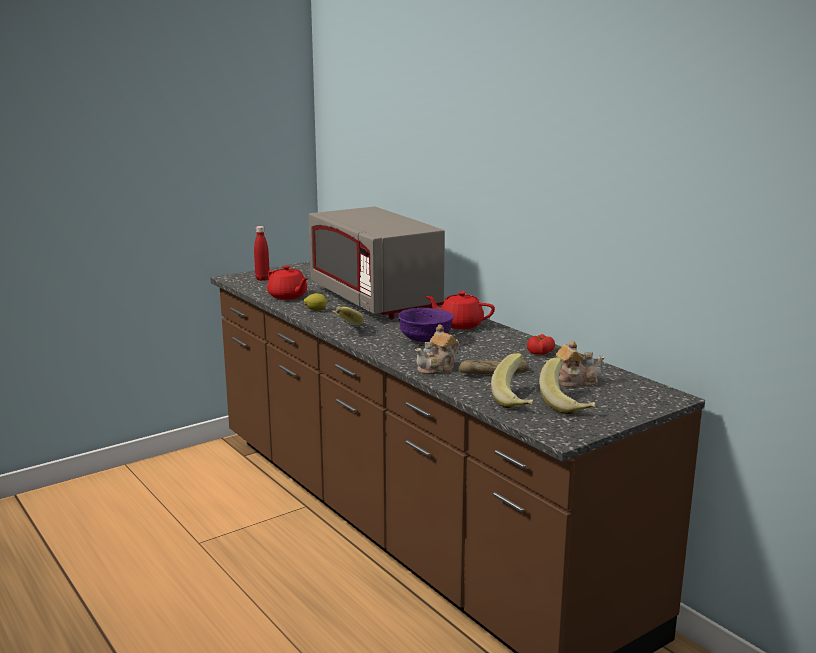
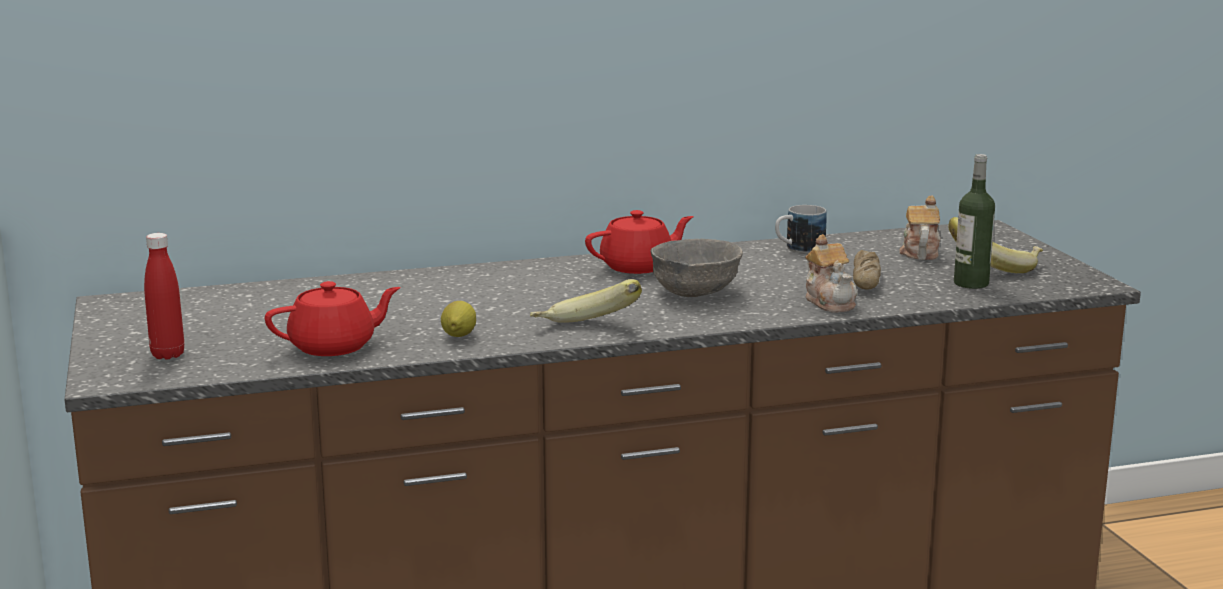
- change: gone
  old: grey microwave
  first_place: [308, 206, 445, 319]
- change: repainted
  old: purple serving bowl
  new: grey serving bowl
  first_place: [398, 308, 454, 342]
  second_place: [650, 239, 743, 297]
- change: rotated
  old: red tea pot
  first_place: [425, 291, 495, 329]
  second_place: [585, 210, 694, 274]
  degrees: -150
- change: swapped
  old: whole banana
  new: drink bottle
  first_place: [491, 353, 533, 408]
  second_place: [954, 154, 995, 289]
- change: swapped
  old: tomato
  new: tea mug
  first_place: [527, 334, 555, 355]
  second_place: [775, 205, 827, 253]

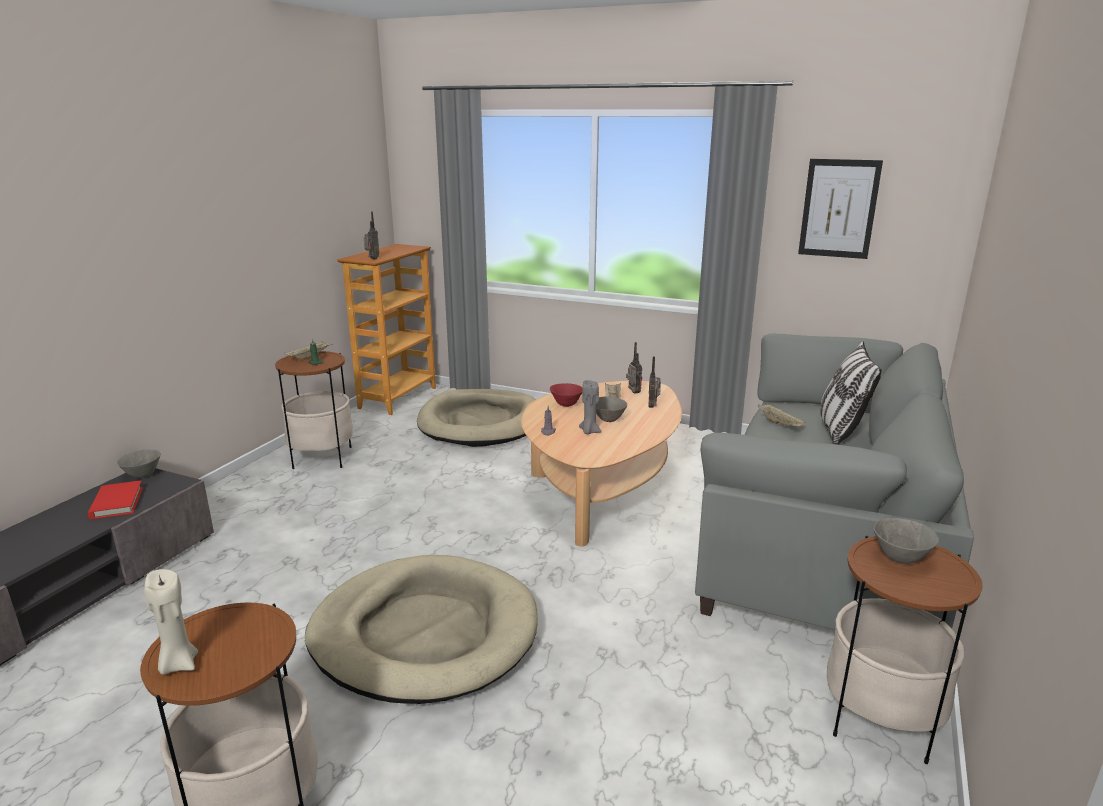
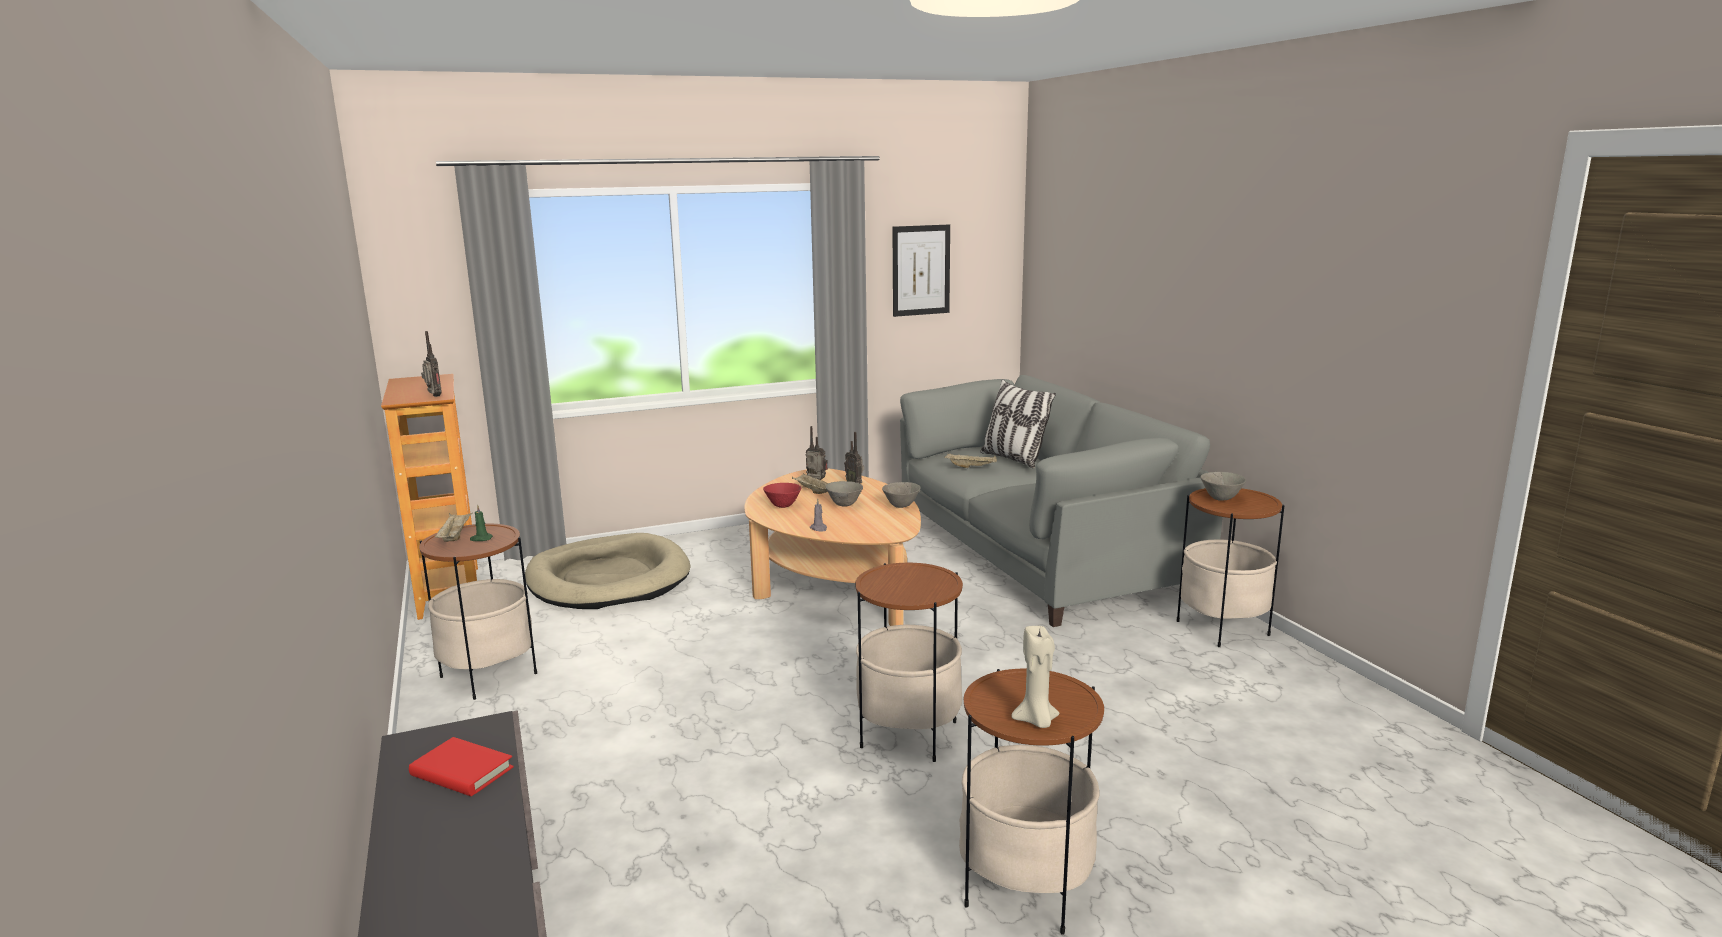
- change: shifted
  old: grey serving bowl
  first_place: [117, 450, 161, 478]
  second_place: [882, 482, 921, 508]
- change: swapped
  old: beige-coloured dog bed
  new: accent table
  first_place: [305, 555, 538, 704]
  second_place: [855, 563, 963, 762]
- change: gone
  old: grey wax light
  first_place: [579, 380, 602, 434]

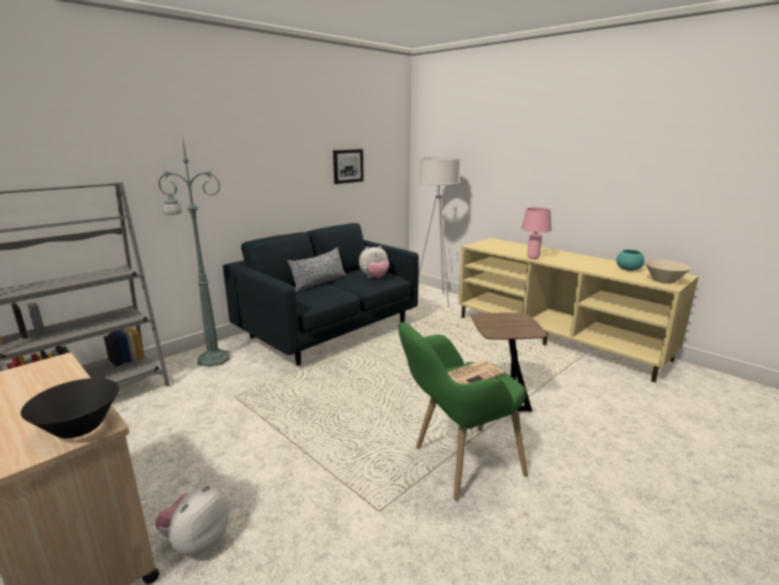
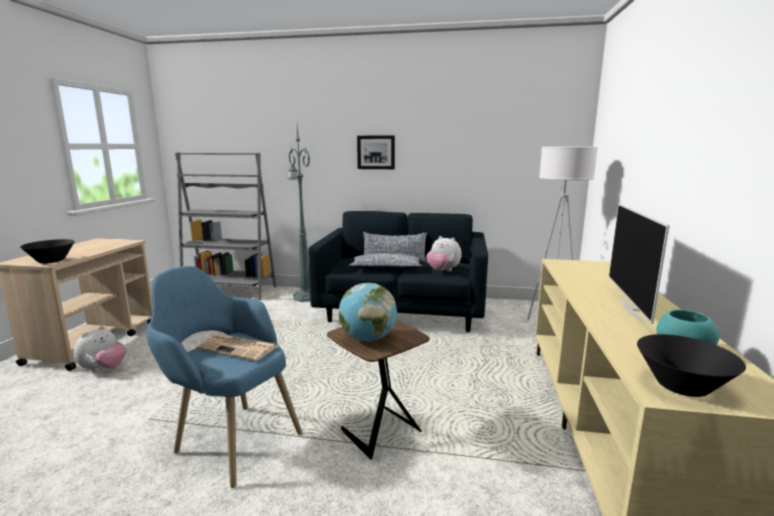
- change: rotated
  old: soft toy
  first_place: [155, 485, 229, 556]
  second_place: [74, 326, 126, 372]
  degrees: 120
- change: shifted
  old: wall picture
  first_place: [333, 149, 364, 184]
  second_place: [357, 136, 395, 169]
- change: repainted
  old: green easy chair
  new: blue easy chair
  first_place: [398, 322, 528, 501]
  second_place: [146, 266, 302, 488]
- change: gone
  old: pinkish lamp for a table
  first_place: [521, 207, 552, 259]
- change: repainted
  old: beige-coloured serving bowl
  new: blackish serving bowl
  first_place: [645, 260, 691, 284]
  second_place: [637, 334, 746, 397]
- change: new
  new: desk globe
  second_place: [339, 283, 397, 341]
- change: new
  new: pillow
  second_place: [349, 253, 423, 271]
- change: new
  new: television
  second_place: [609, 203, 670, 324]

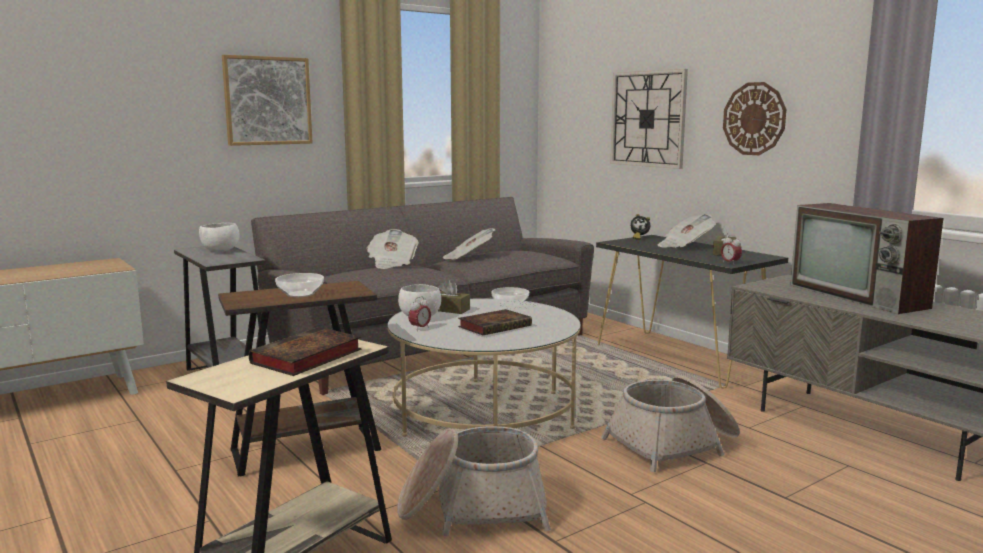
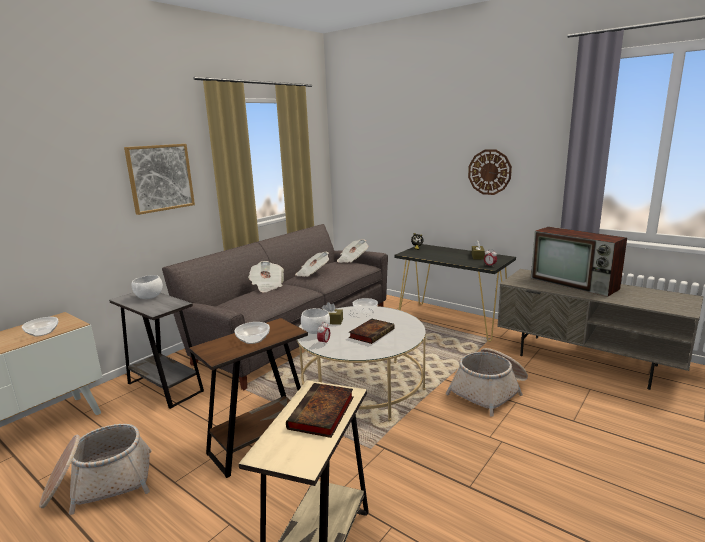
- change: shifted
  old: storage basket
  first_place: [397, 426, 551, 536]
  second_place: [39, 424, 152, 515]
- change: gone
  old: wall clock
  first_place: [610, 69, 688, 169]
- change: shifted
  old: printed paper
  first_place: [658, 214, 715, 248]
  second_place: [337, 239, 368, 263]
- change: new
  new: serving bowl
  second_place: [22, 317, 58, 336]

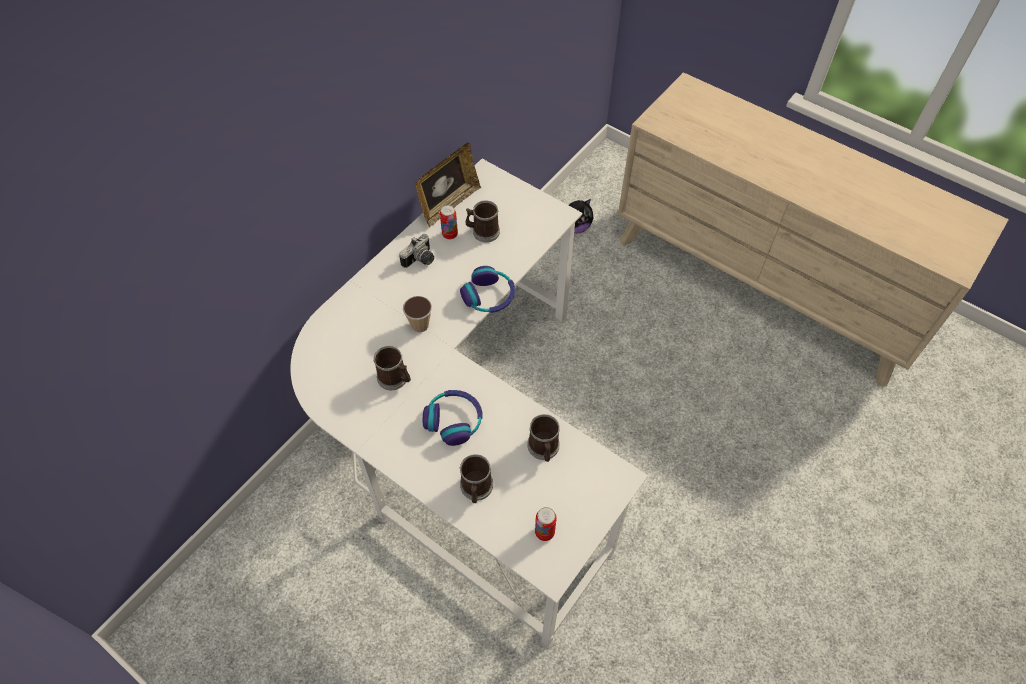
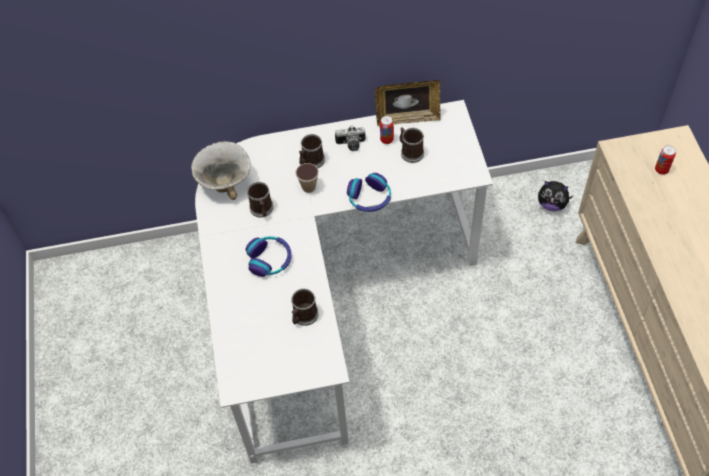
- change: shifted
  old: tea mug
  first_place: [459, 454, 493, 503]
  second_place: [299, 134, 325, 168]
- change: shifted
  old: sealed can
  first_place: [535, 507, 557, 541]
  second_place: [655, 145, 676, 175]
- change: new
  new: serving bowl
  second_place: [191, 141, 251, 200]

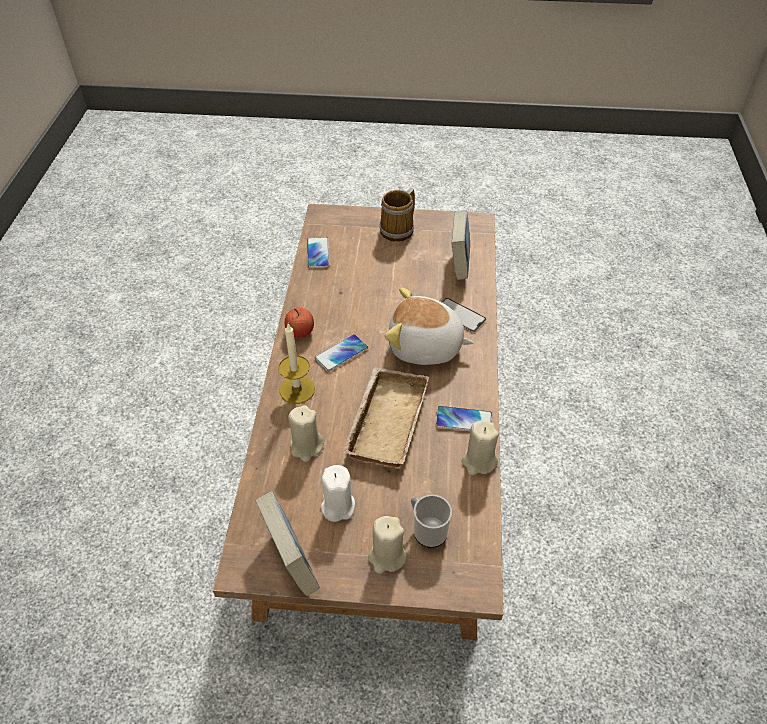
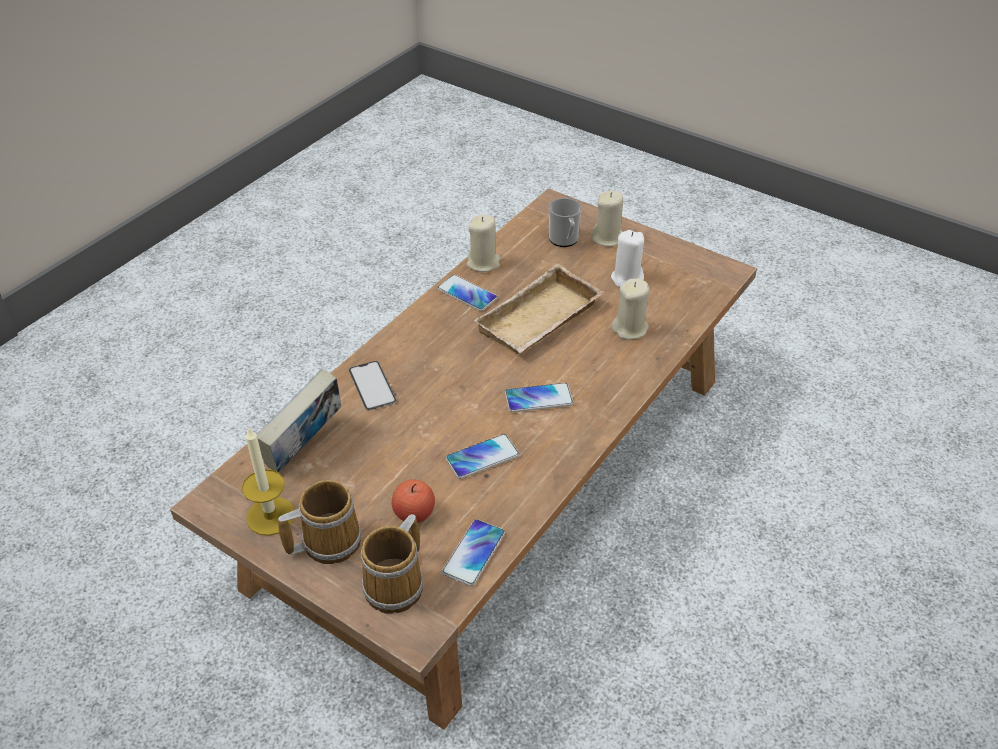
- change: gone
  old: bound book
  first_place: [256, 492, 320, 596]
- change: shifted
  old: wax light
  first_place: [278, 324, 315, 404]
  second_place: [242, 428, 294, 536]
- change: shifted
  old: apple fruit
  first_place: [285, 308, 314, 338]
  second_place: [392, 479, 435, 523]
- change: gone
  old: soft toy
  first_place: [385, 287, 474, 365]
- change: new
  new: tea mug
  second_place: [361, 514, 423, 614]
- change: new
  new: phone
  second_place: [446, 434, 519, 479]

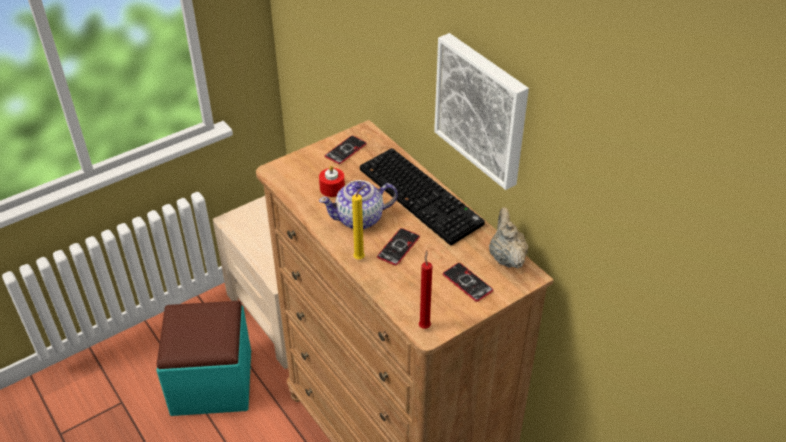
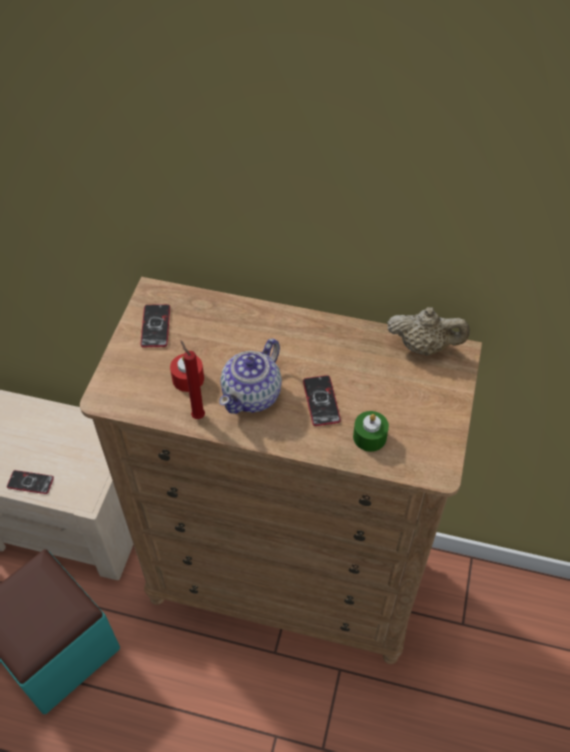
- change: gone
  old: yellow wax light
  first_place: [352, 185, 365, 259]
- change: gone
  old: computer keyboard
  first_place: [360, 148, 485, 246]
- change: shifted
  old: red wax light
  first_place: [419, 250, 432, 329]
  second_place: [180, 340, 205, 419]
- change: gone
  old: wall picture
  first_place: [434, 33, 529, 190]
- change: shifted
  old: phone
  first_place: [443, 263, 493, 302]
  second_place: [7, 470, 54, 494]
- change: rotated
  old: beige-coloured tea pot
  first_place: [489, 207, 529, 268]
  second_place: [387, 307, 470, 356]
  degrees: 150
- change: new
  new: green wax light
  second_place: [353, 411, 389, 452]

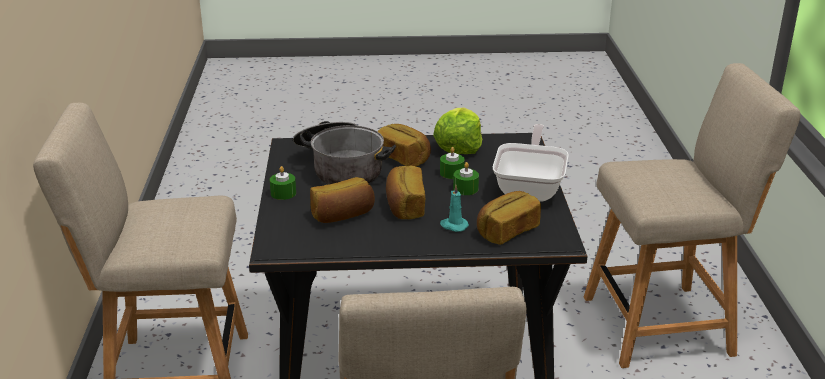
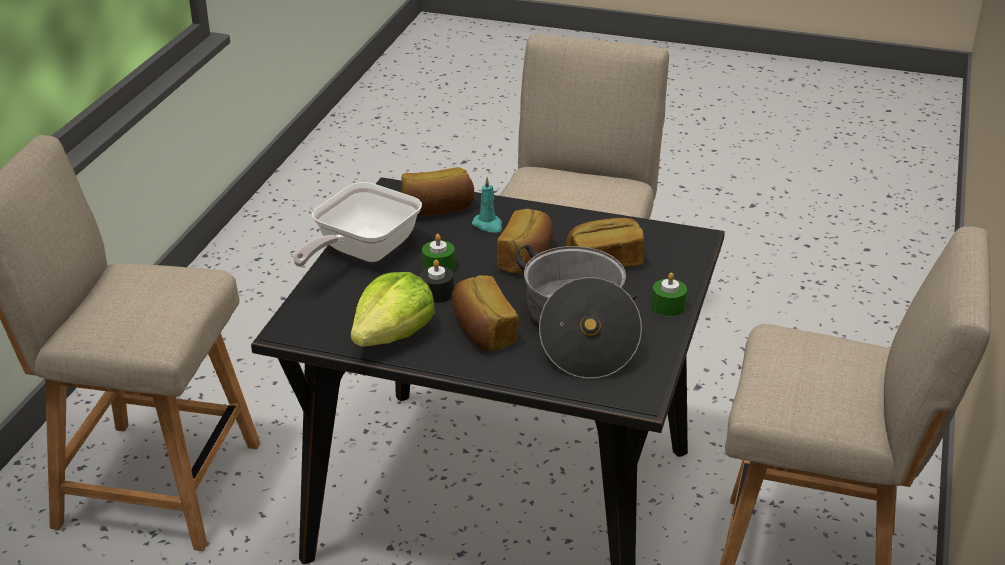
- change: repainted
  old: green wax light
  new: blackish wax light
  first_place: [440, 147, 465, 179]
  second_place: [420, 259, 454, 303]

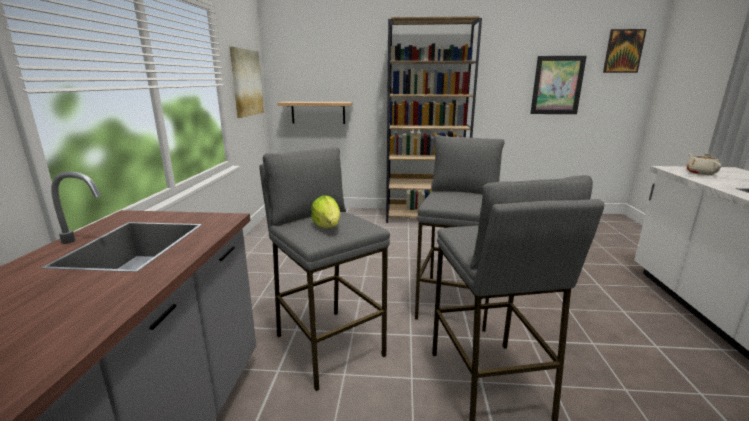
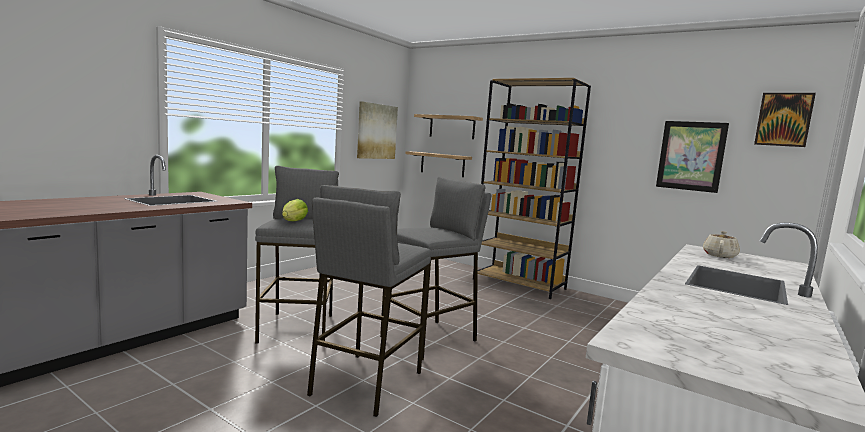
- change: new
  new: shelf
  second_place: [414, 114, 483, 139]

